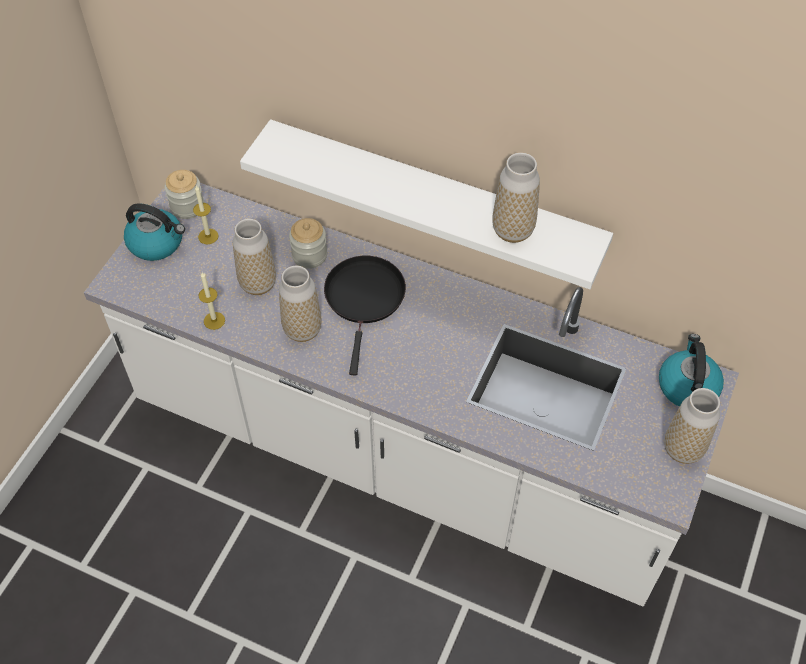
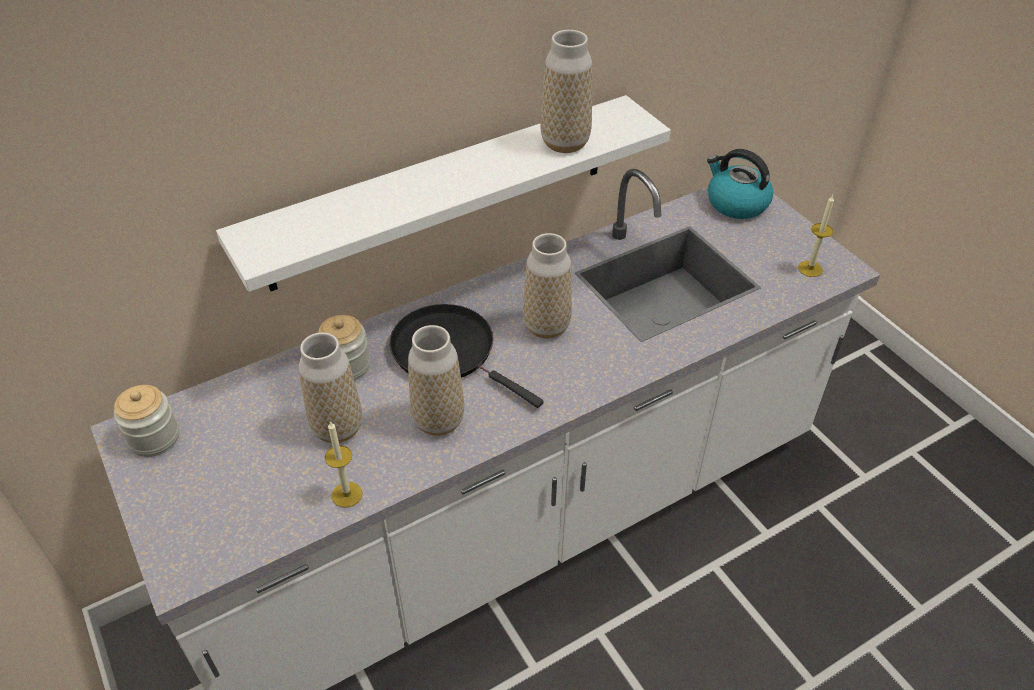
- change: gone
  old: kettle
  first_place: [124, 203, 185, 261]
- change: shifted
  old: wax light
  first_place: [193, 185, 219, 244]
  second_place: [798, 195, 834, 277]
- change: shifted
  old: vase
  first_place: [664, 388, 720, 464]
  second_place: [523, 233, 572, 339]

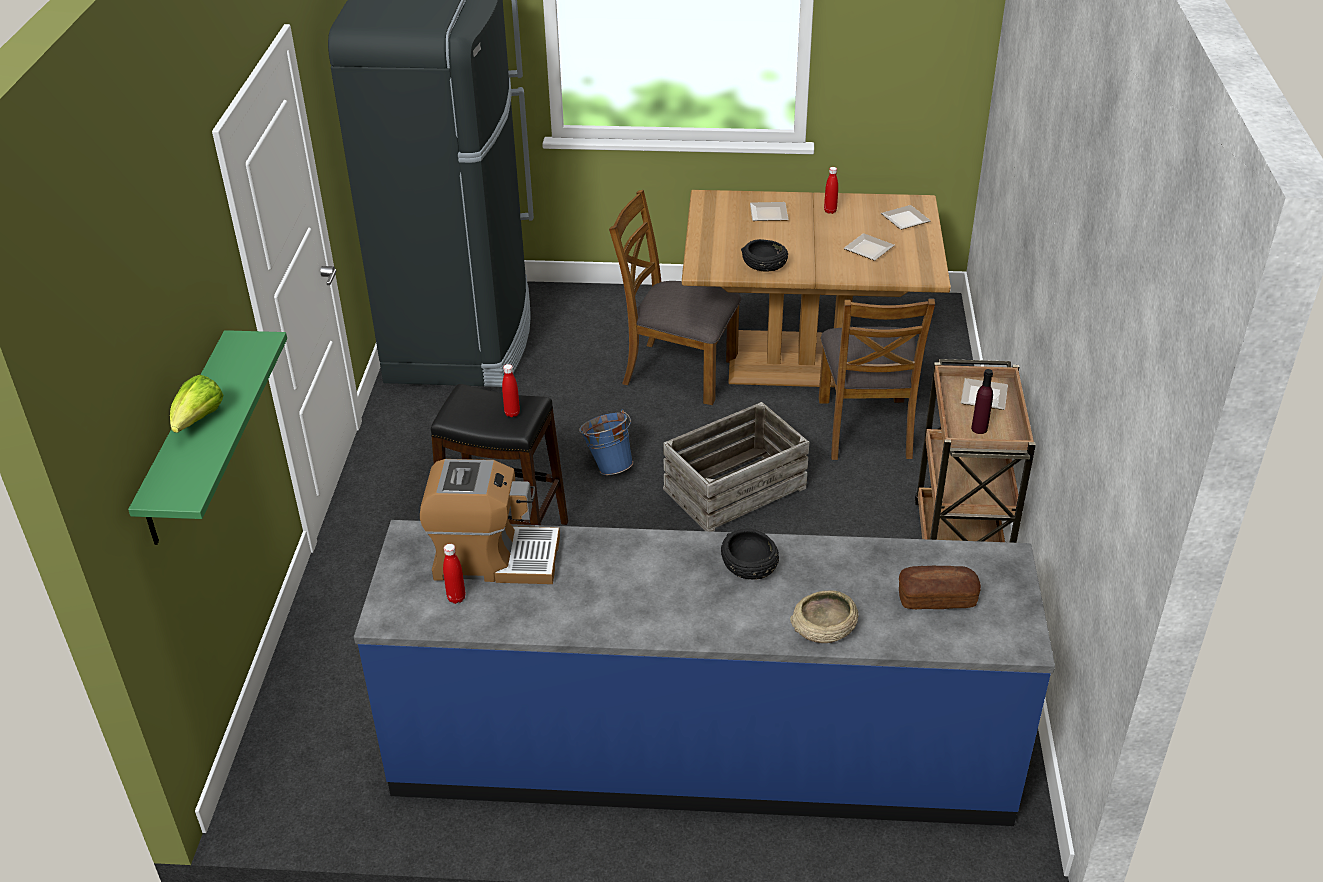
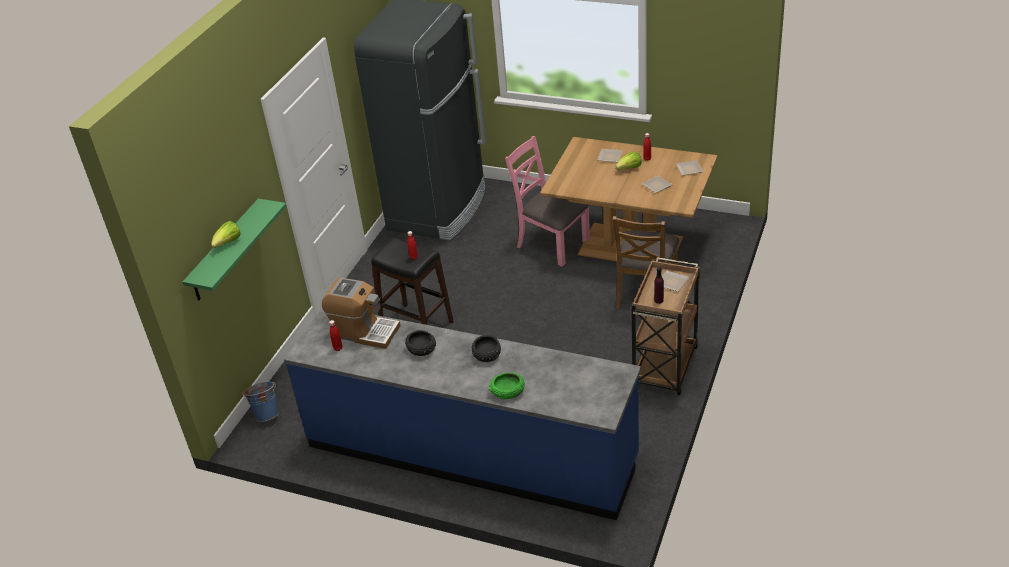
- change: shifted
  old: blue water bucket
  first_place: [579, 410, 633, 475]
  second_place: [242, 382, 279, 422]
- change: repainted
  old: brown-coloured chair
  new: pinkish chair
  first_place: [609, 190, 741, 405]
  second_place: [505, 136, 590, 267]
- change: gone
  old: shipping crate
  first_place: [663, 402, 809, 532]
- change: shifted
  old: blackish serving bowl
  first_place: [741, 239, 788, 272]
  second_place: [405, 330, 436, 356]
- change: repainted
  old: beige-coloured serving bowl
  new: green serving bowl
  first_place: [790, 591, 859, 643]
  second_place: [489, 372, 525, 399]
- change: gone
  old: bakery bread
  first_place: [899, 566, 981, 609]
- change: new
  new: lettuce head
  second_place: [615, 151, 642, 170]

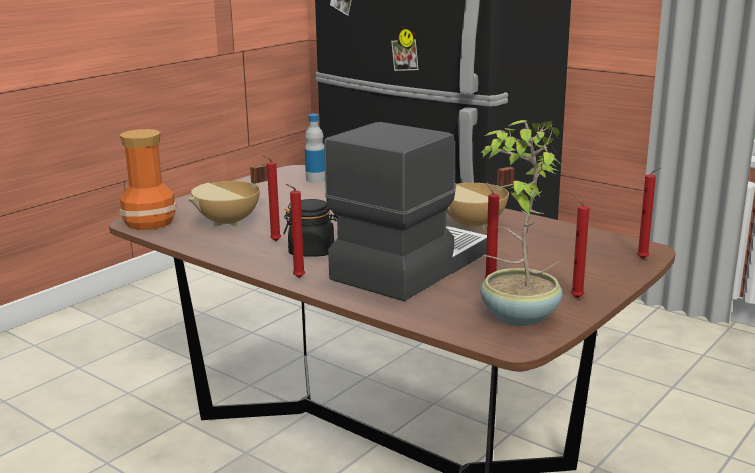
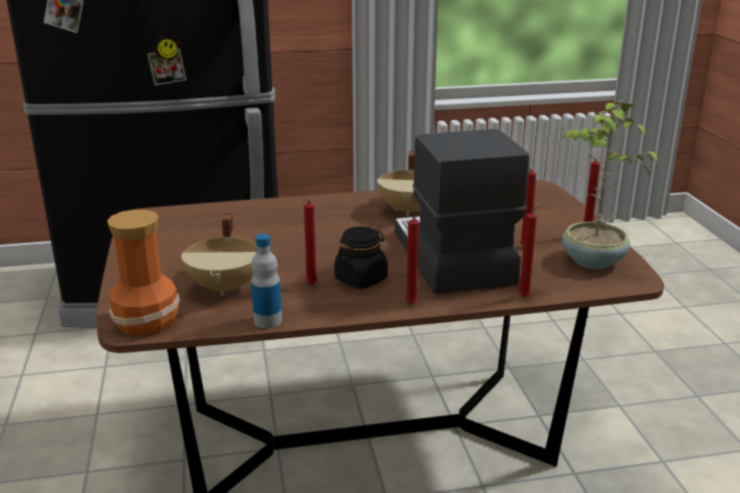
- change: shifted
  old: drink bottle
  first_place: [305, 114, 325, 183]
  second_place: [251, 234, 282, 329]
- change: shifted
  old: red wax light
  first_place: [637, 167, 662, 259]
  second_place: [518, 205, 542, 297]

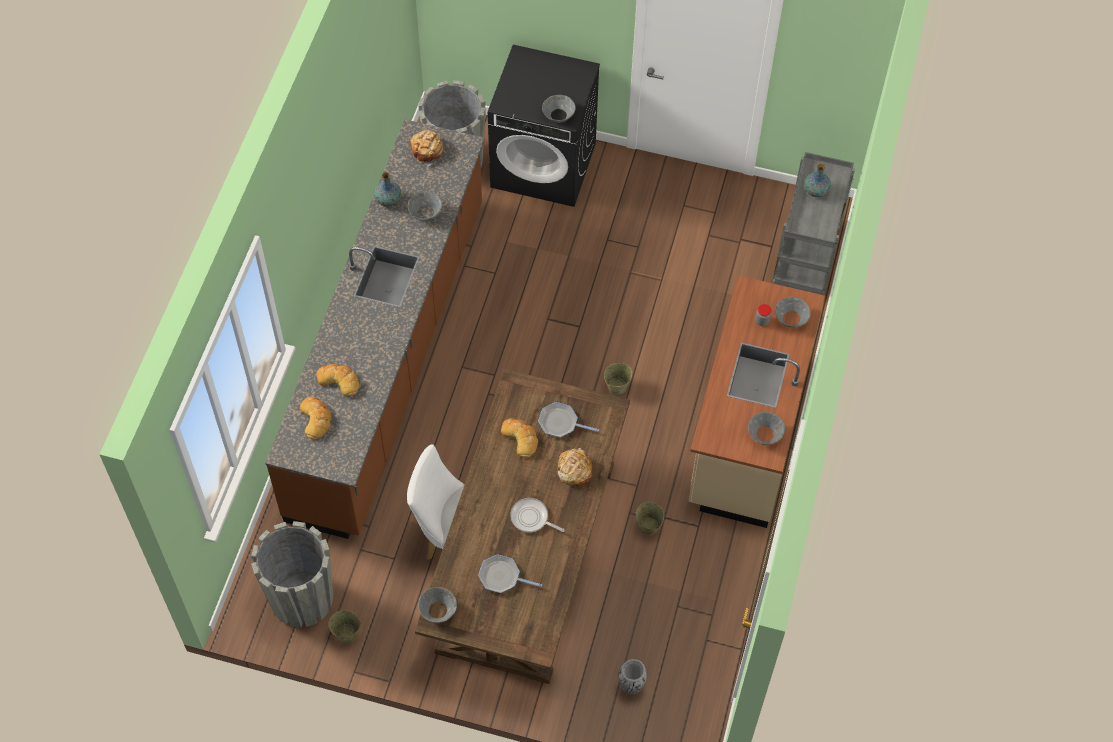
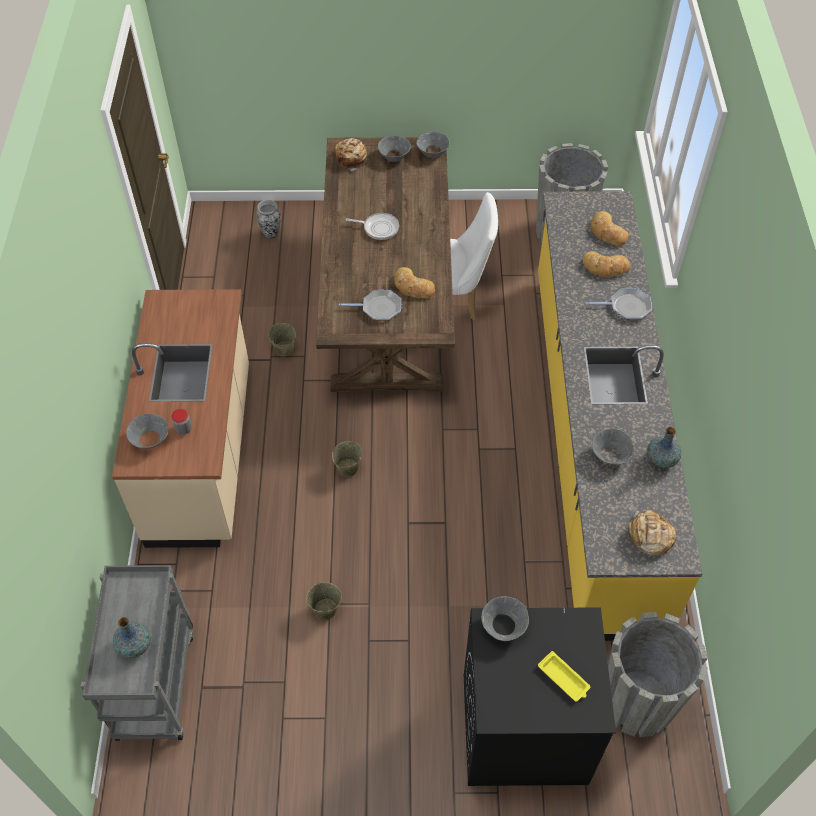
- change: repainted
  old: brown-coloured counter
  new: yellow counter
  first_place: [265, 119, 485, 539]
  second_place: [538, 191, 702, 641]
- change: shifted
  old: beige-coloured water bucket
  first_place: [328, 610, 361, 644]
  second_place: [306, 582, 342, 620]
- change: shifted
  old: pan
  first_place: [478, 554, 542, 593]
  second_place: [586, 288, 652, 320]
- change: shifted
  old: bakery bread
  first_place: [557, 448, 592, 486]
  second_place: [334, 138, 368, 171]
- change: shifted
  old: grey serving bowl
  first_place: [748, 412, 785, 445]
  second_place: [378, 135, 411, 162]
- change: new
  new: yellow serving tray
  second_place: [538, 651, 590, 701]

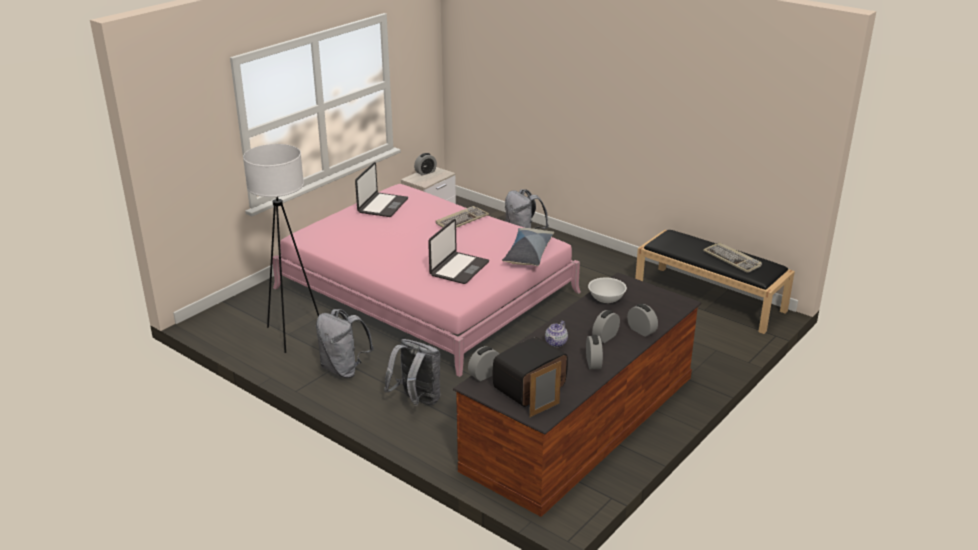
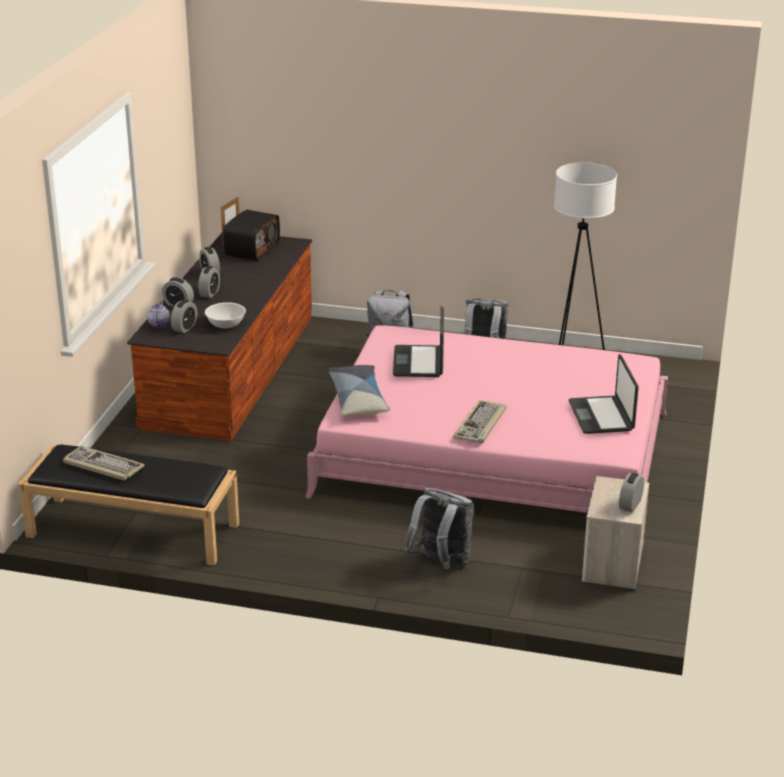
- change: shifted
  old: bedside clock
  first_place: [468, 346, 499, 381]
  second_place: [171, 300, 197, 333]
- change: shifted
  old: tea pot
  first_place: [545, 321, 568, 347]
  second_place: [147, 301, 170, 327]

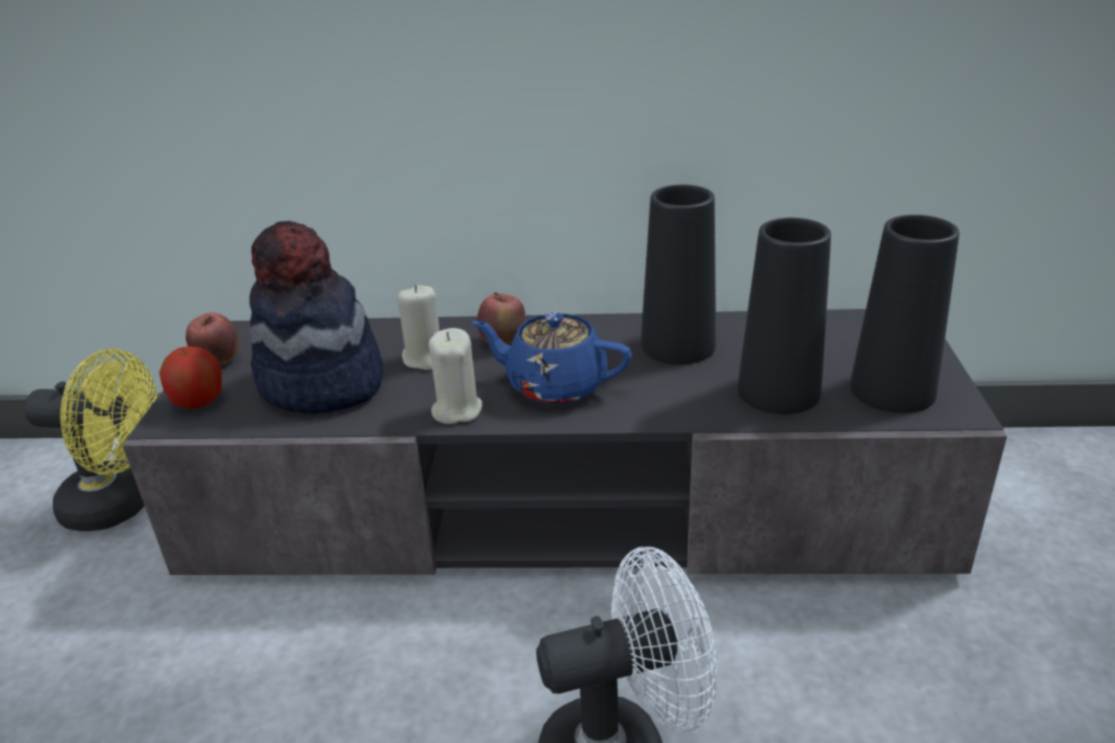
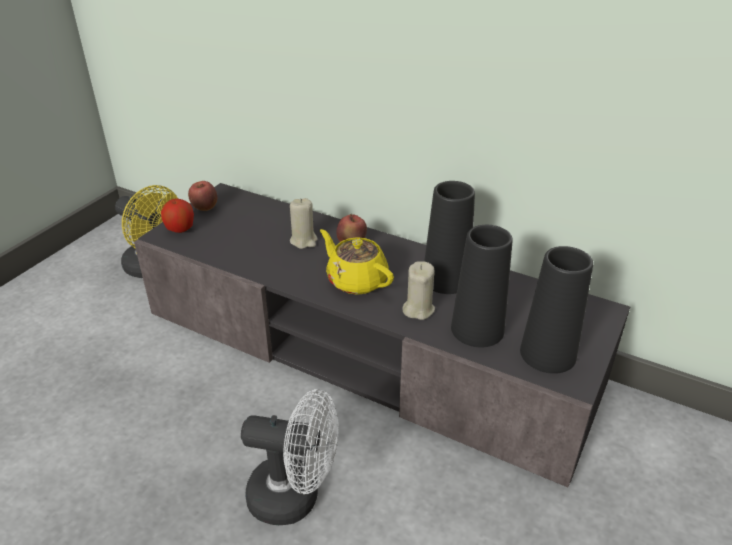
- change: gone
  old: clothing hat
  first_place: [249, 221, 383, 414]
- change: shifted
  old: beige-coloured wax light
  first_place: [429, 328, 483, 424]
  second_place: [402, 261, 435, 320]
- change: repainted
  old: blue tea pot
  new: yellow tea pot
  first_place: [472, 313, 632, 404]
  second_place: [320, 229, 394, 295]

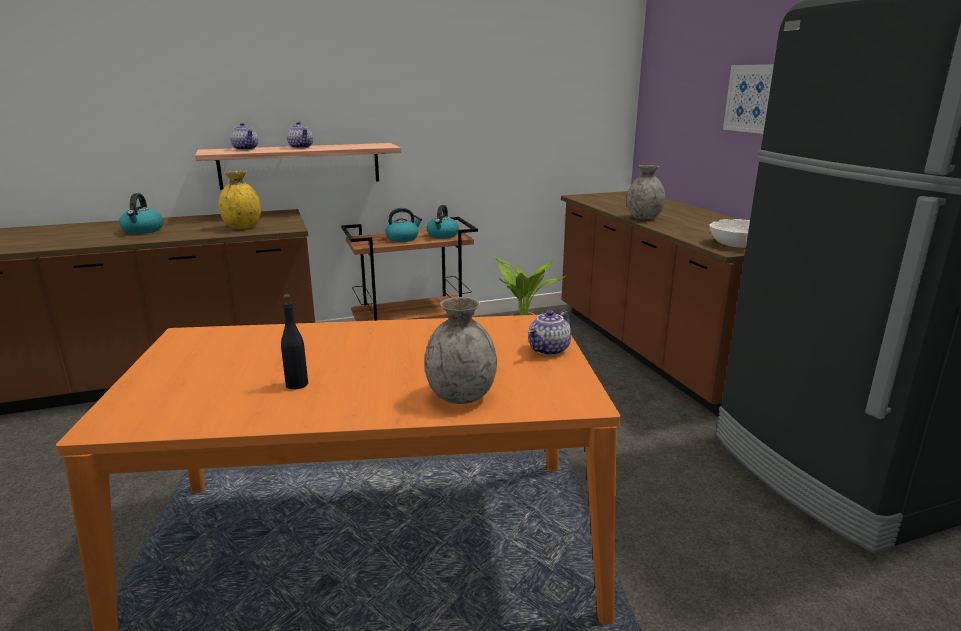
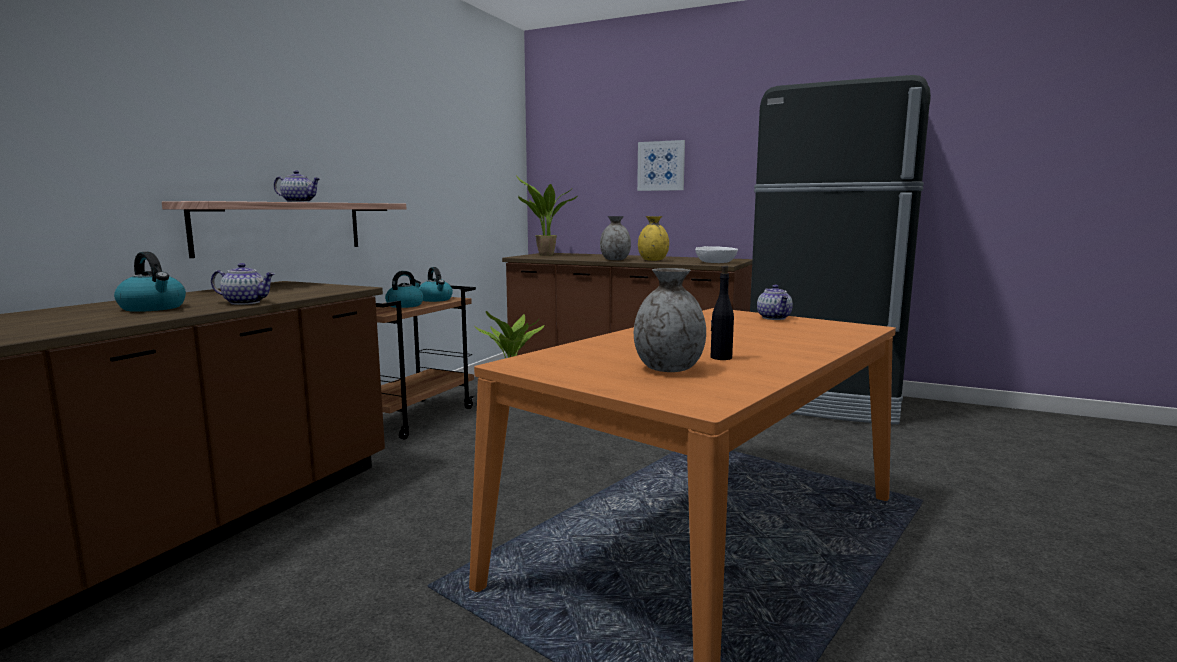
- change: shifted
  old: yellow vase
  first_place: [219, 171, 261, 229]
  second_place: [638, 216, 669, 261]
- change: shifted
  old: tea pot
  first_place: [230, 123, 258, 150]
  second_place: [211, 263, 275, 305]
- change: shifted
  old: grey vase
  first_place: [425, 297, 497, 404]
  second_place: [634, 268, 706, 372]
- change: new
  new: houseplant
  second_place: [516, 175, 577, 256]

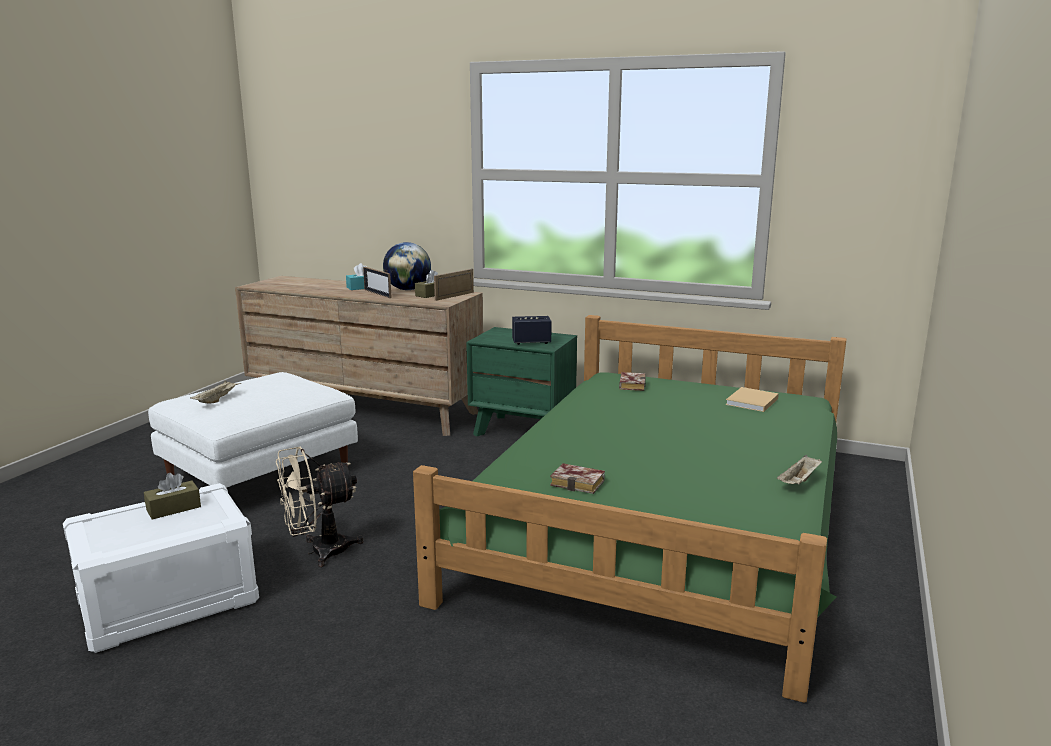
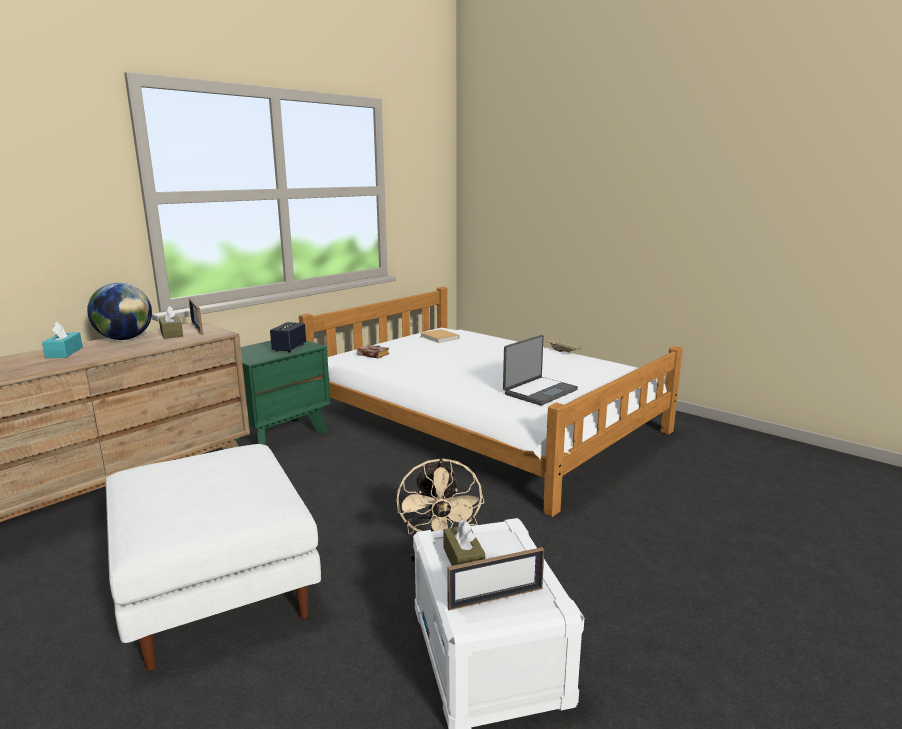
- change: gone
  old: beige-coloured serving tray
  first_place: [190, 380, 242, 404]
- change: shifted
  old: picture frame
  first_place: [363, 267, 392, 298]
  second_place: [447, 547, 544, 611]
- change: repainted
  old: green sleeping bed
  new: white sleeping bed
  first_place: [413, 315, 847, 703]
  second_place: [299, 287, 683, 517]
- change: swapped
  old: bound book
  new: portable computer
  first_place: [550, 463, 605, 494]
  second_place: [503, 335, 578, 405]

